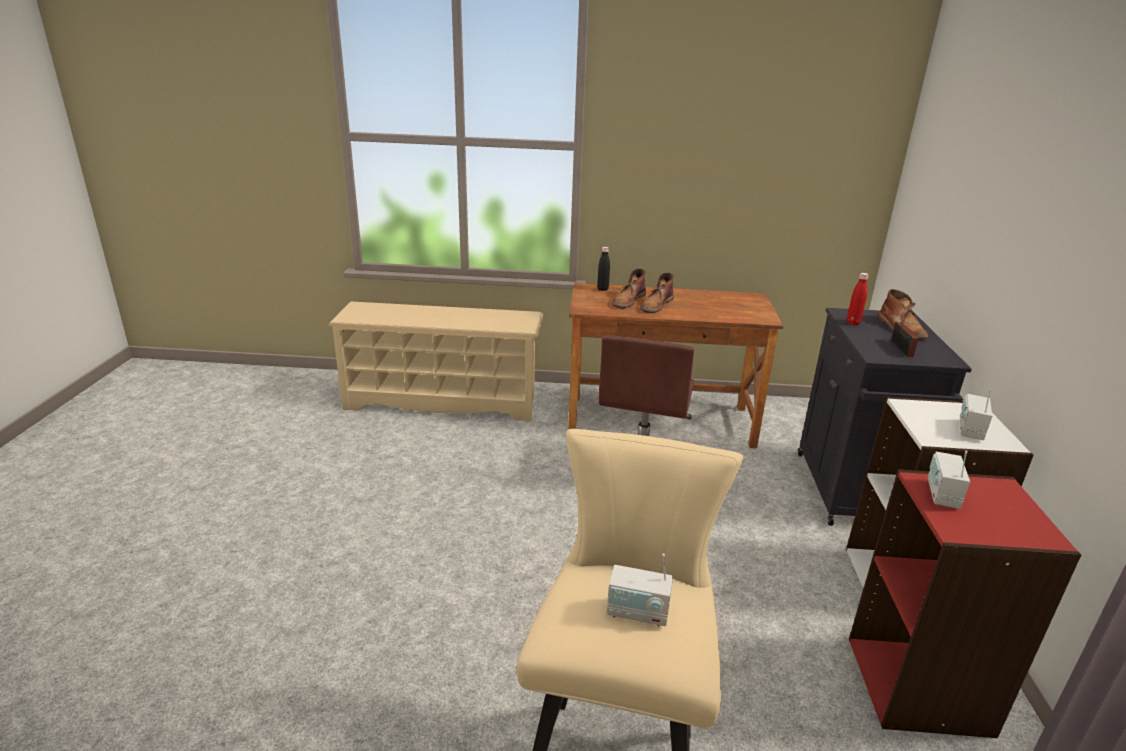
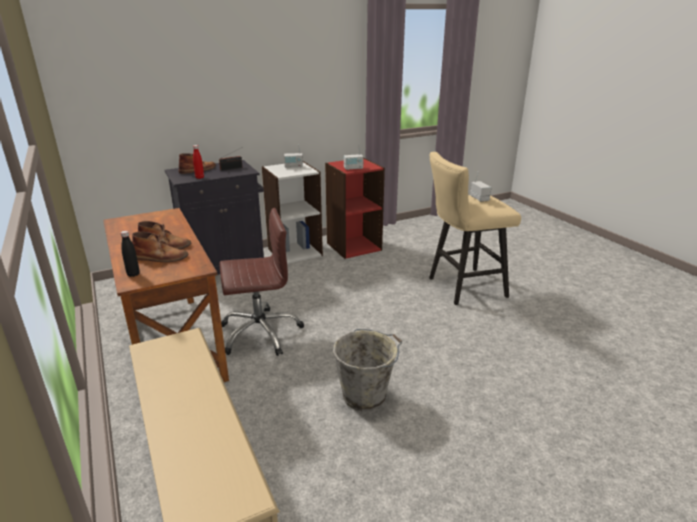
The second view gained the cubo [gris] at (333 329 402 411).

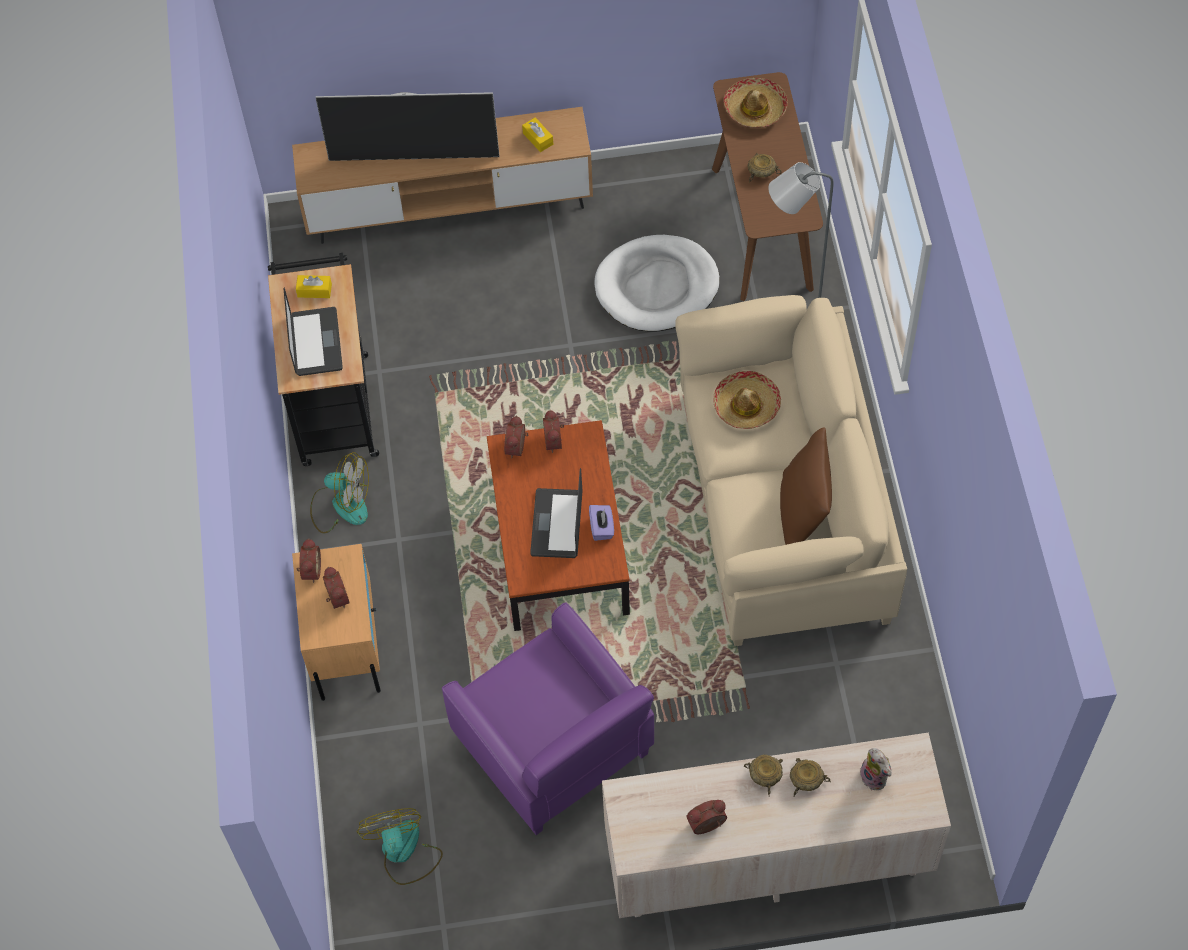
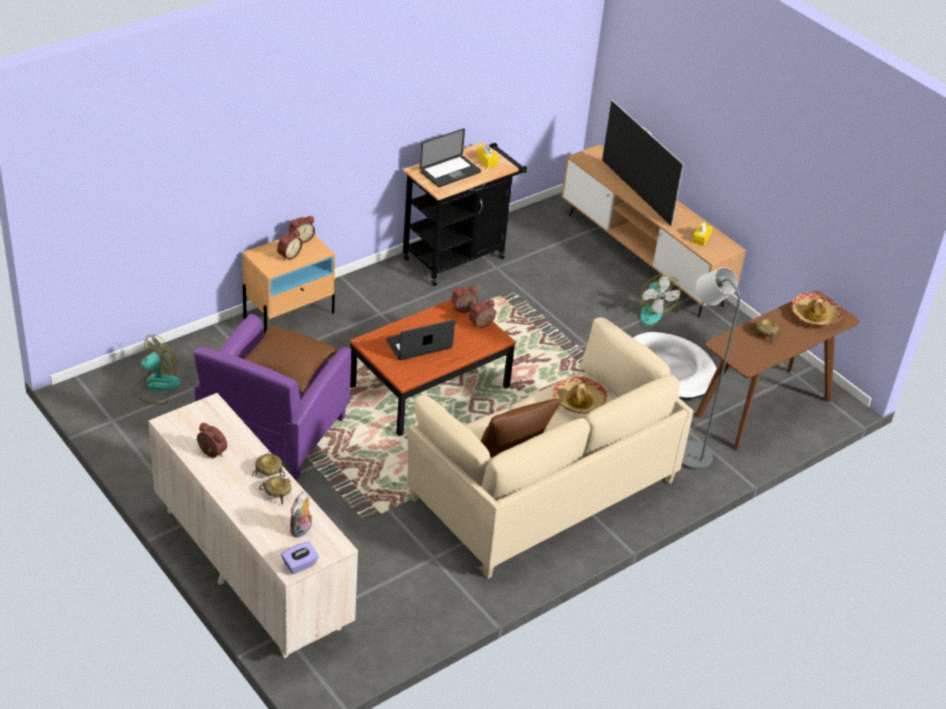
The ventilador ended up elsewhere, having gone from (310 452 369 534) to (623 275 681 326).
The caja de pañuelos [morado] ended up elsewhere, having gone from (589 505 614 541) to (281 541 319 574).
The second view gained the cojín [marrón] at (244 326 337 393).

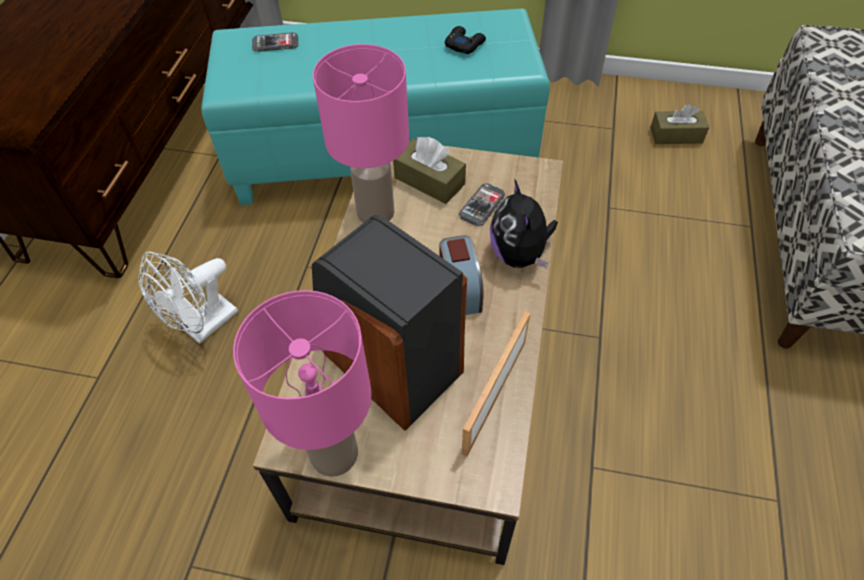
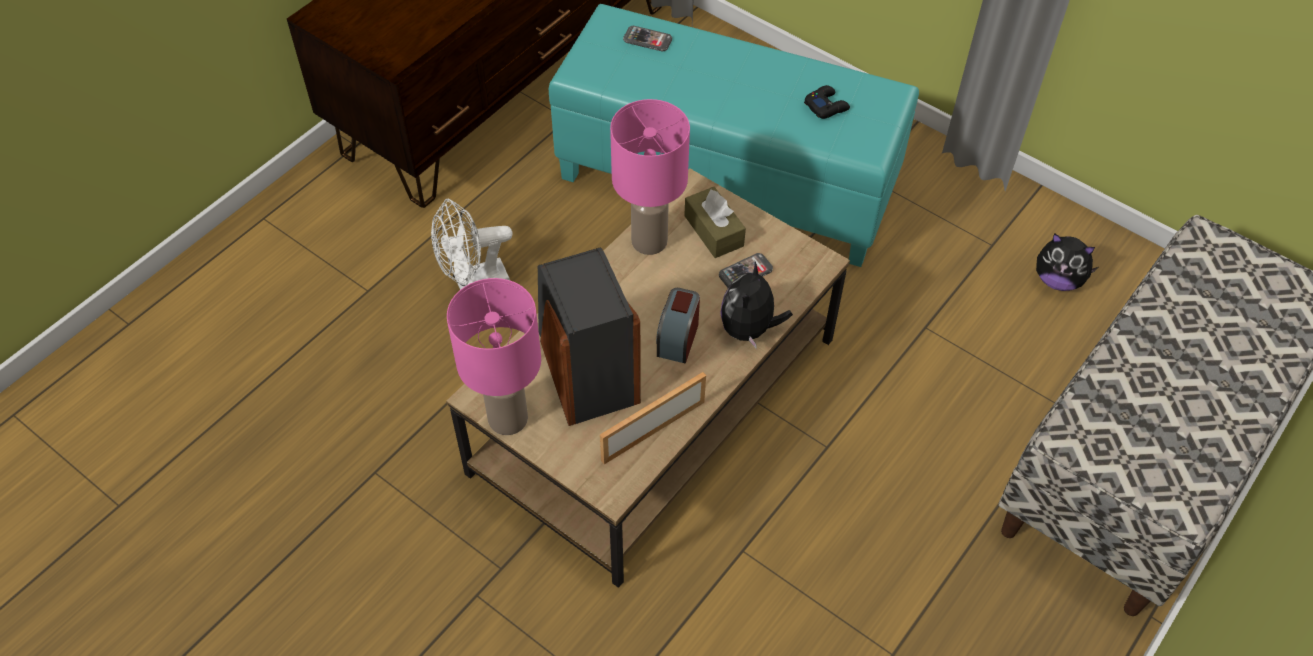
Where the caja de pañuelos [marrón] stood at (650 104 709 144), the peluche came to stand at (1036 233 1098 291).

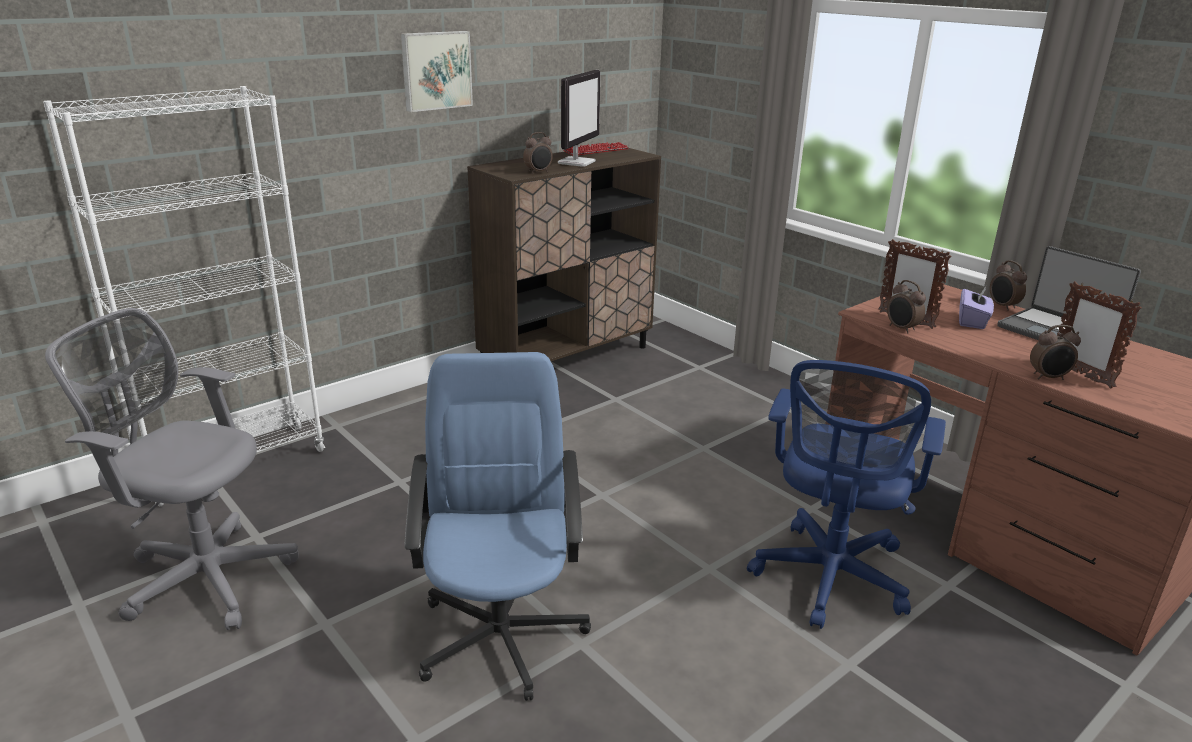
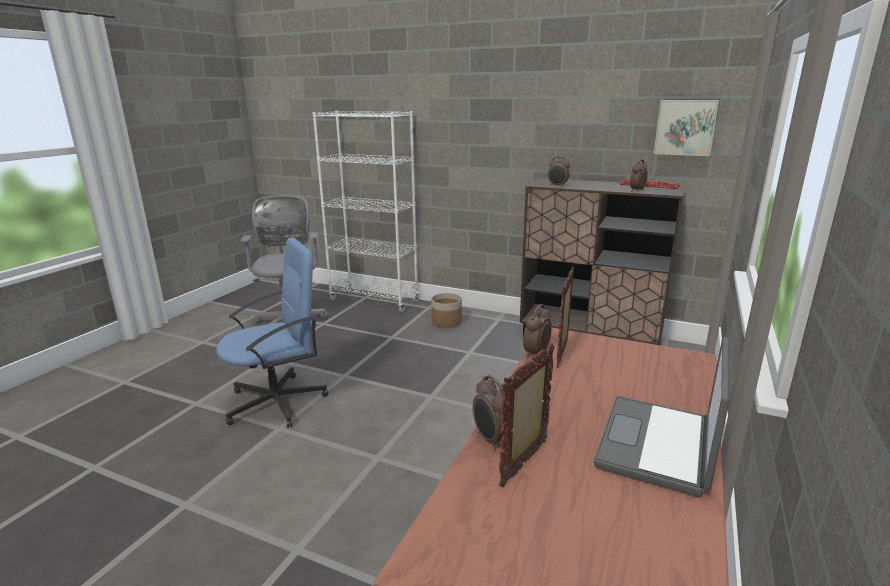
The cuadro ended up elsewhere, having gone from (401 31 473 112) to (654 100 719 156).
The second view lost the monitor at (558 70 600 167).
The despertador ended up elsewhere, having gone from (990 260 1027 311) to (630 160 648 190).
The second view lost the caja de pañuelos [morado] at (959 286 994 329).
The second view lost the silla de oficina [azul] at (747 360 946 629).
The second view gained the maceta at (431 293 462 328).

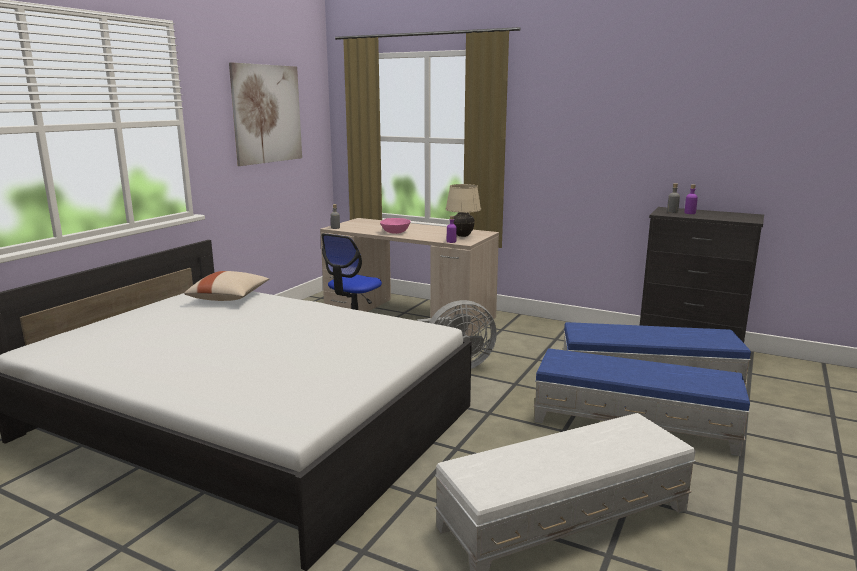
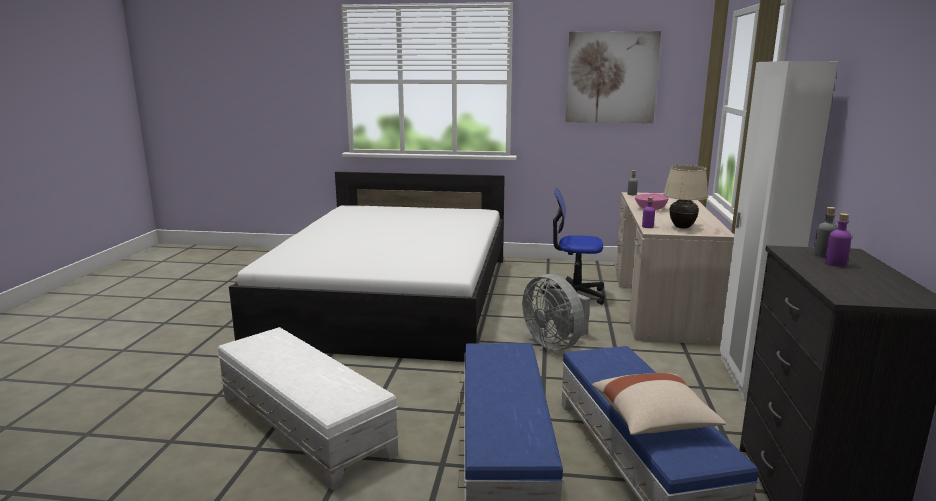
The cojín [beis] ended up elsewhere, having gone from (184 271 269 301) to (592 373 726 435).
The second view gained the armario ropero [blanco] at (720 61 838 401).

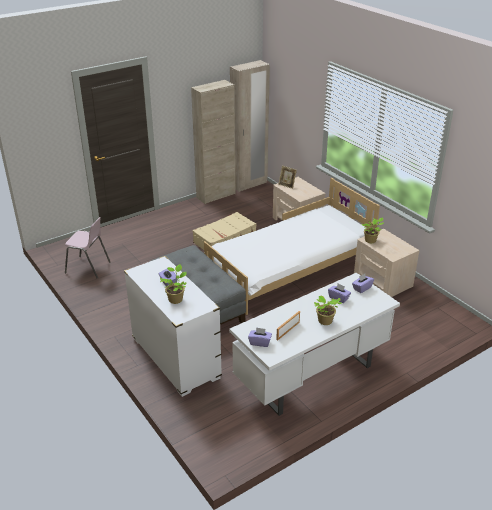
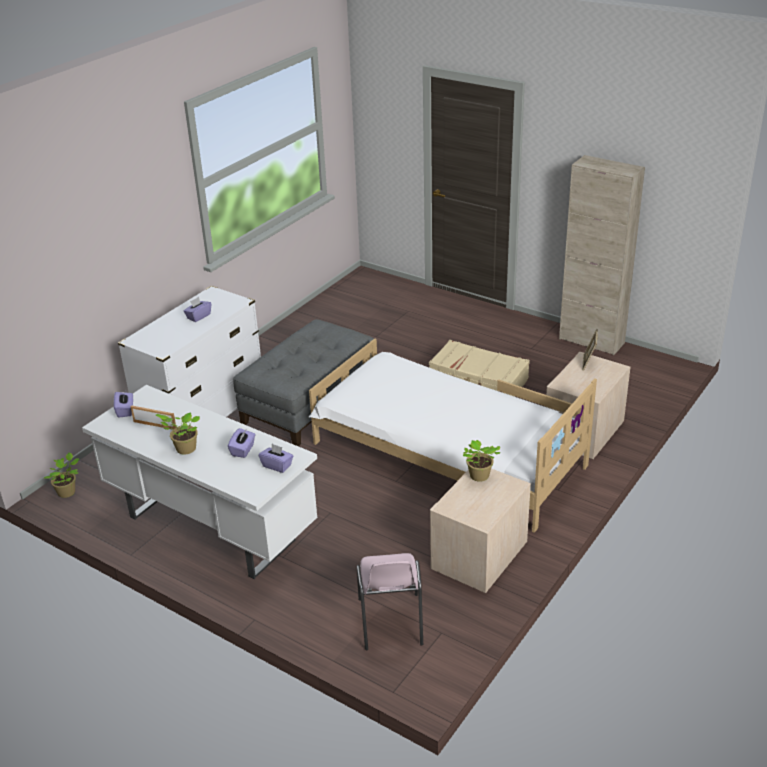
The second view lost the armario ropero [beis] at (230 60 270 192).
The silla [rosa] ended up elsewhere, having gone from (65 217 111 279) to (357 553 423 650).
The planta en maceta ended up elsewhere, having gone from (160 264 187 304) to (44 452 80 498).

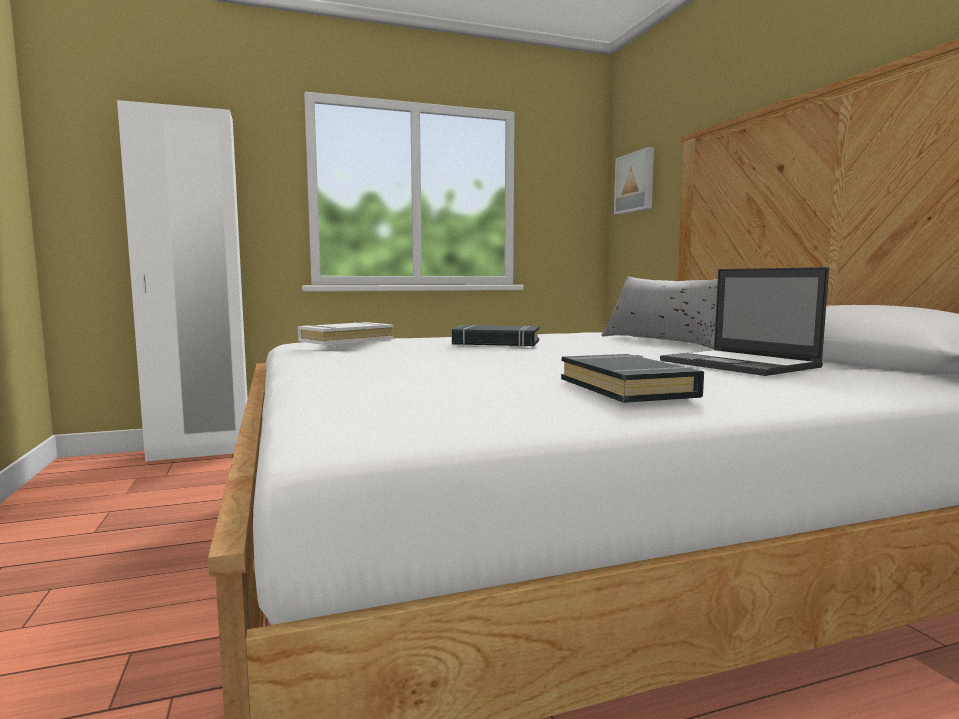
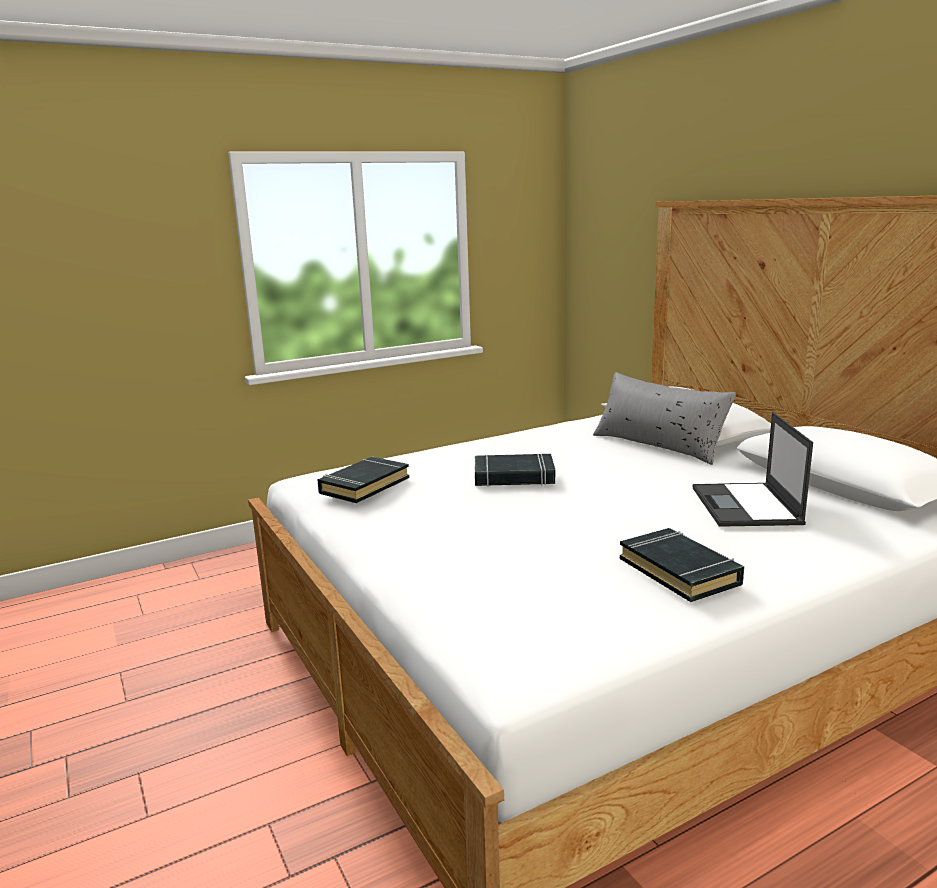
The second view lost the armario ropero [blanco] at (117 100 248 462).
The second view lost the cuadro at (614 147 654 215).
The portátil at (660 267 829 376) ended up facing another way, 45 degrees clockwise from before.
What was the libro [blanco] at (298 322 394 345) turned into the libro [negro] at (317 457 410 503).

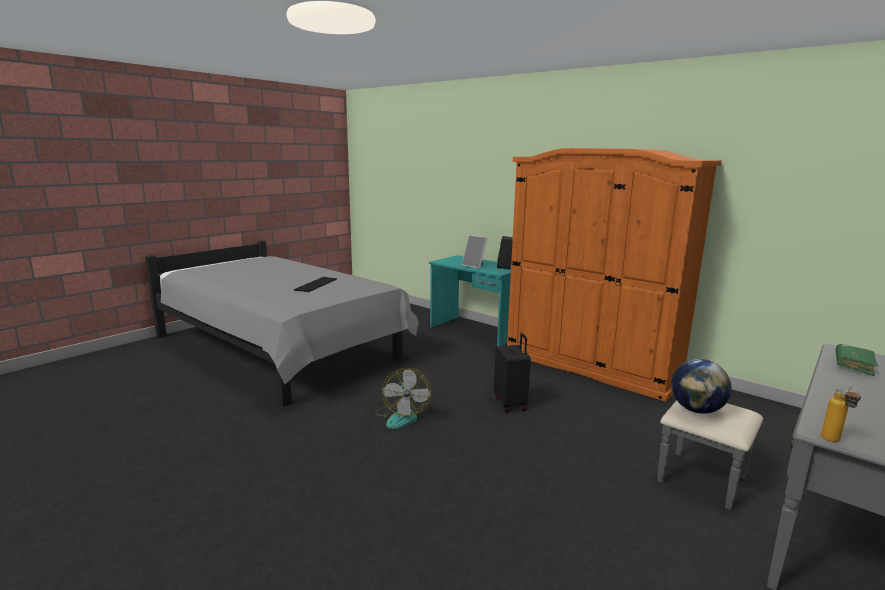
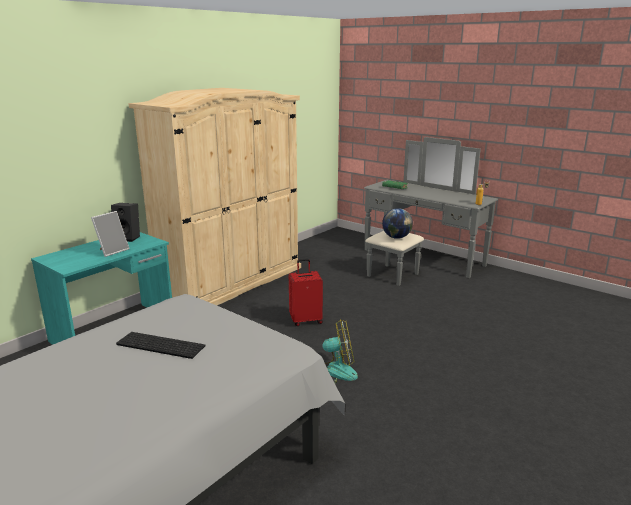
What was the armario ropero [naranja] at (507 148 722 402) turned into the armario ropero [beis] at (128 88 301 305).
What was the maleta [negro] at (494 333 531 412) turned into the maleta [rojo] at (289 259 323 326).

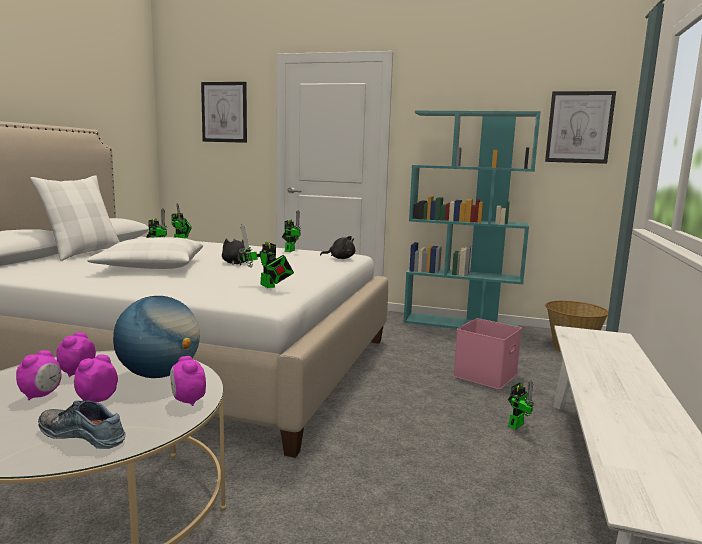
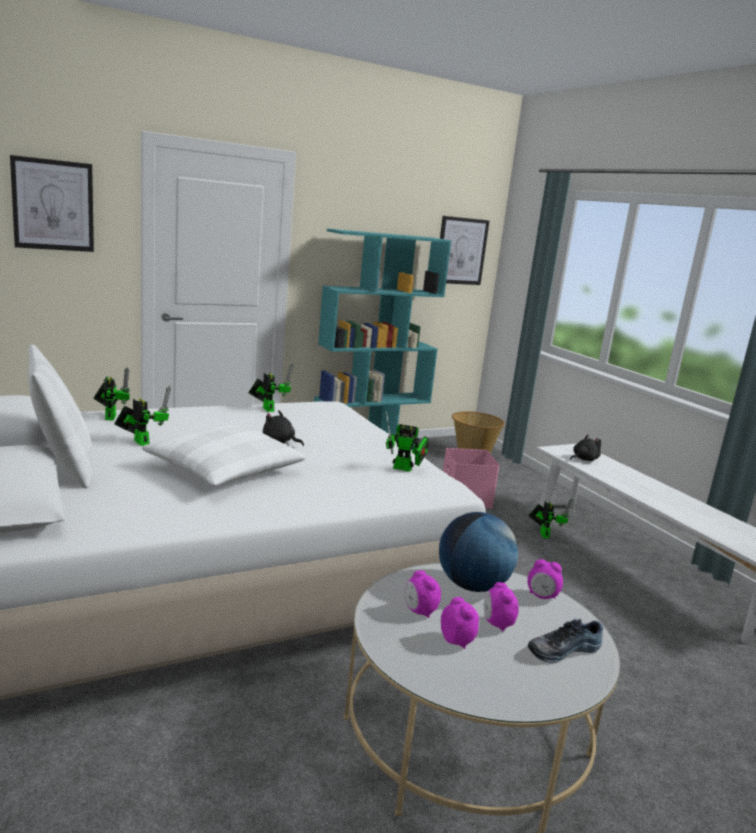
The peluche [negro] ended up elsewhere, having gone from (320 236 355 259) to (570 435 601 461).

